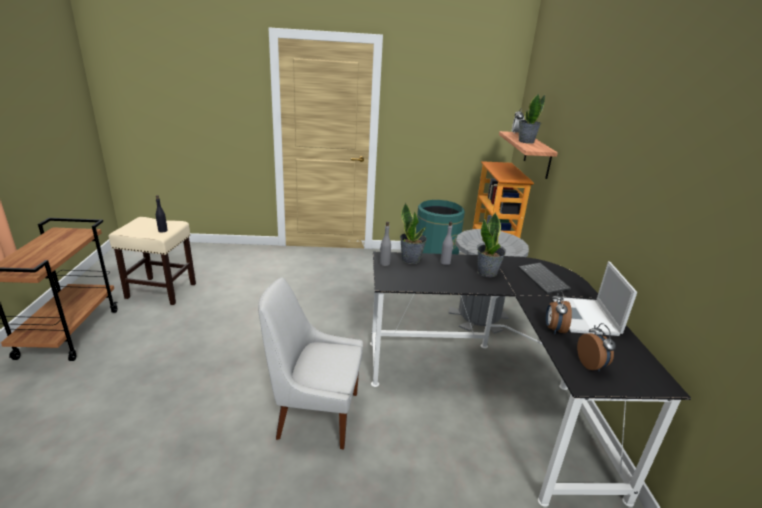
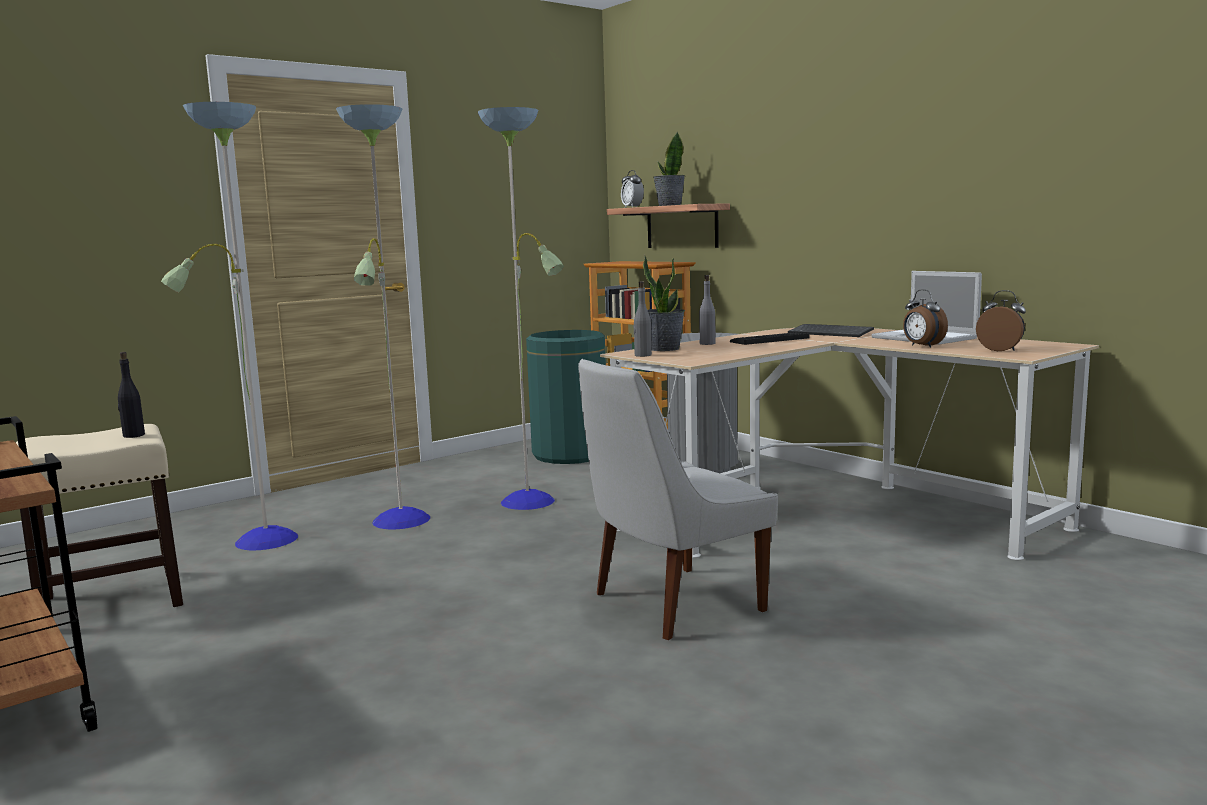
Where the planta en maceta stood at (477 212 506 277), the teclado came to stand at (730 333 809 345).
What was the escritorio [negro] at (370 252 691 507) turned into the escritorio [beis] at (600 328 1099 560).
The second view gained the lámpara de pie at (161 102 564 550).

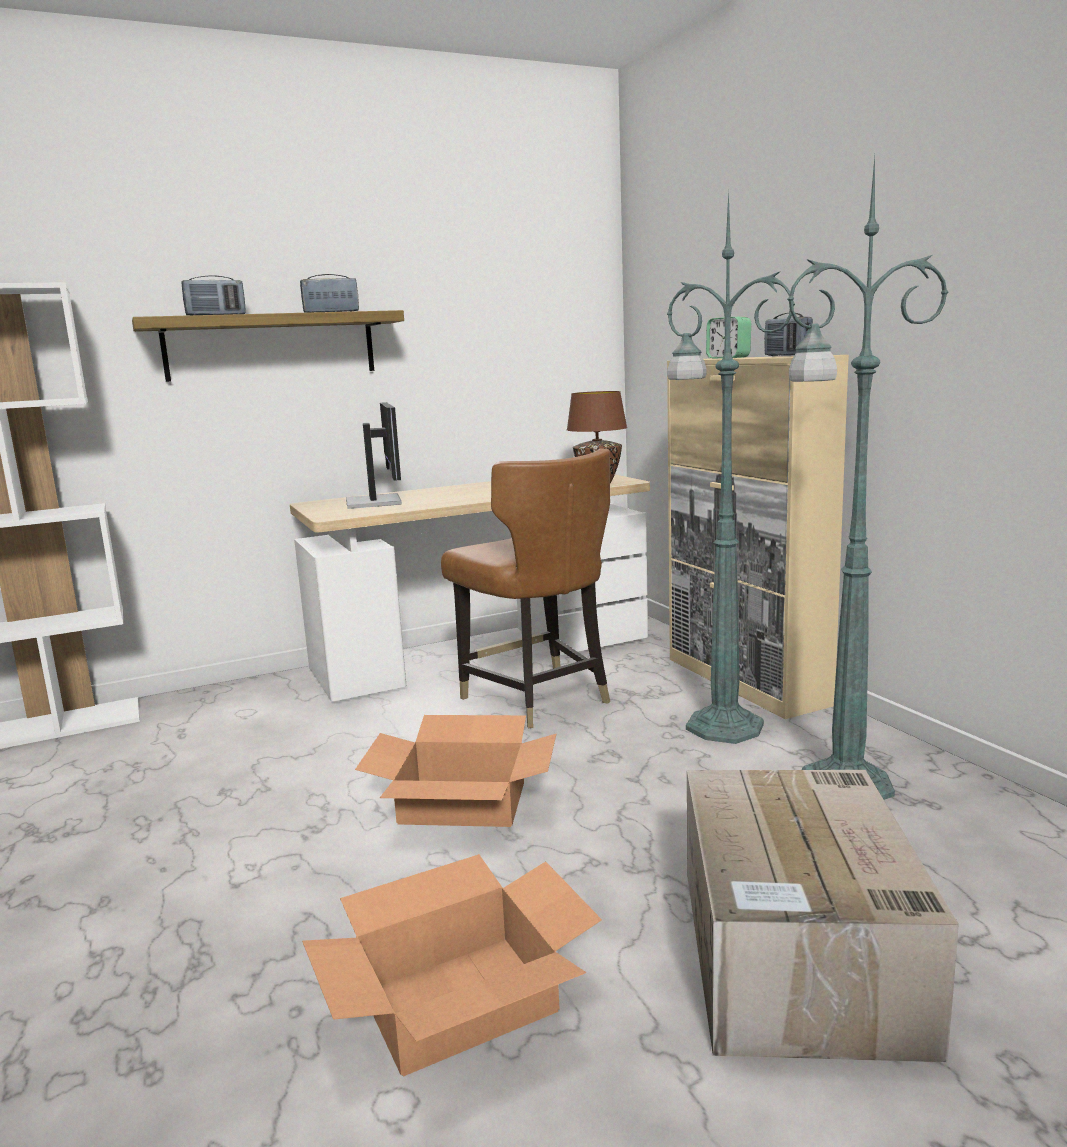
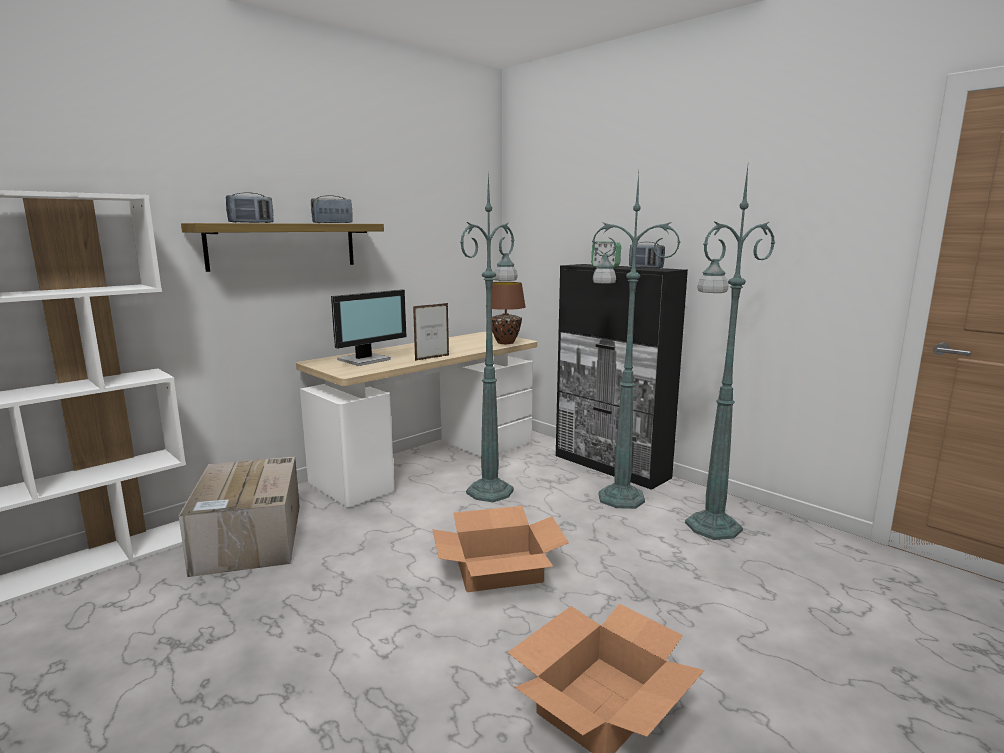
What was the armario [beis] at (667 355 849 719) turned into the armario [negro] at (556 264 688 490).
The monitor at (346 402 402 509) ended up facing another way, 75 degrees clockwise from before.
Where the silla [marrón] stood at (441 448 610 728), the lámpara de pie [verde] came to stand at (460 172 517 502).
The caja de cartón ended up elsewhere, having gone from (687 770 959 1063) to (179 457 300 577).
The second view gained the portarretratos at (413 303 449 361).

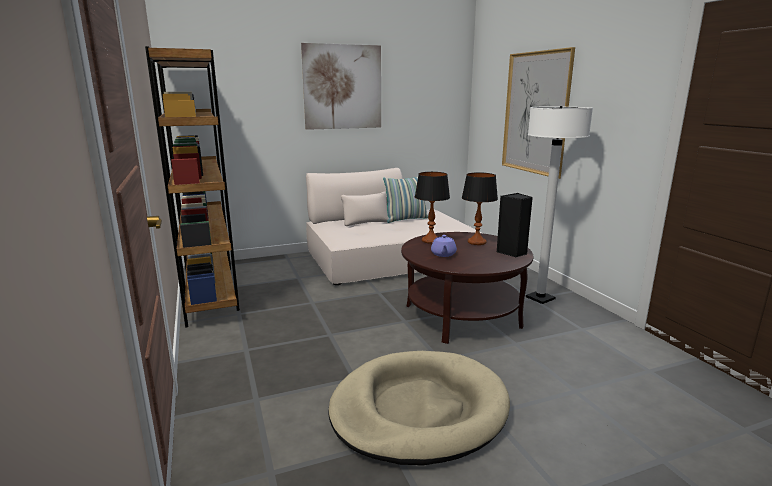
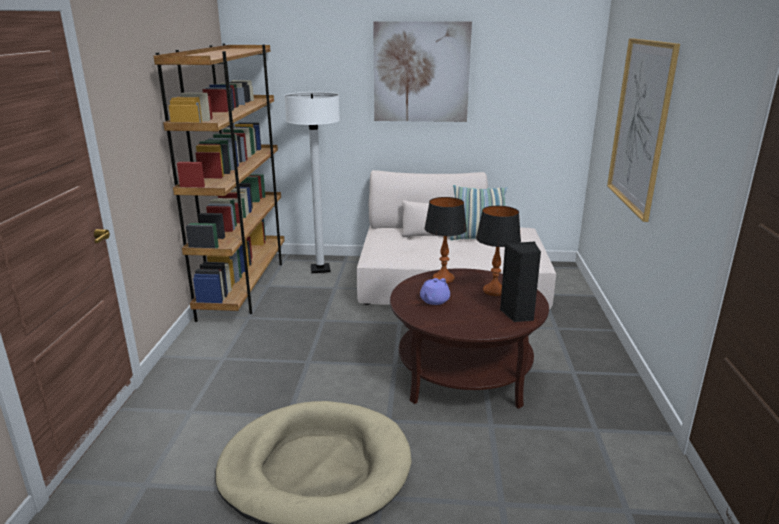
The lámpara de pie [blanco] ended up elsewhere, having gone from (526 106 593 304) to (285 92 340 273).

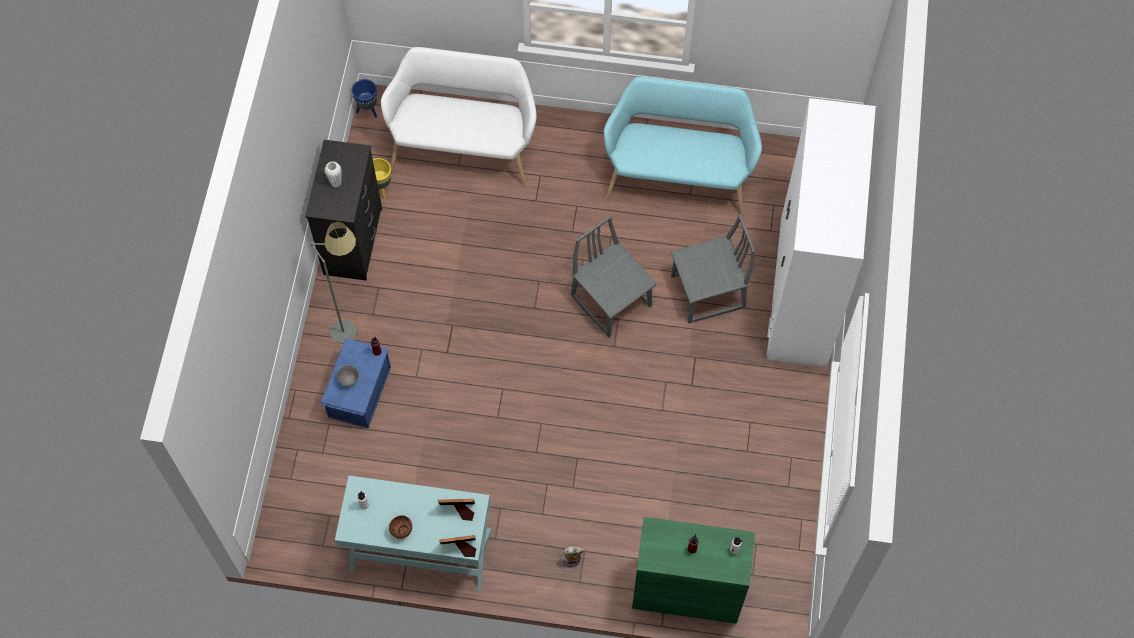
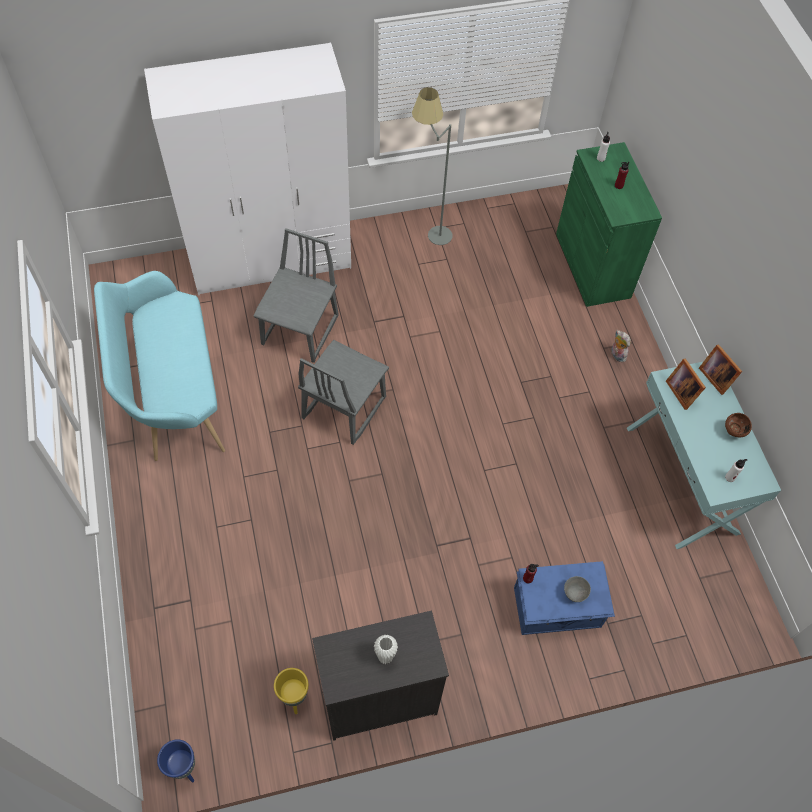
The second view lost the banco [blanco] at (381 47 537 187).
The silla [gris] at (671 215 755 324) ended up facing another way, 60 degrees clockwise from before.
The lámpara de pie [gris] ended up elsewhere, having gone from (311 222 356 344) to (412 87 453 245).

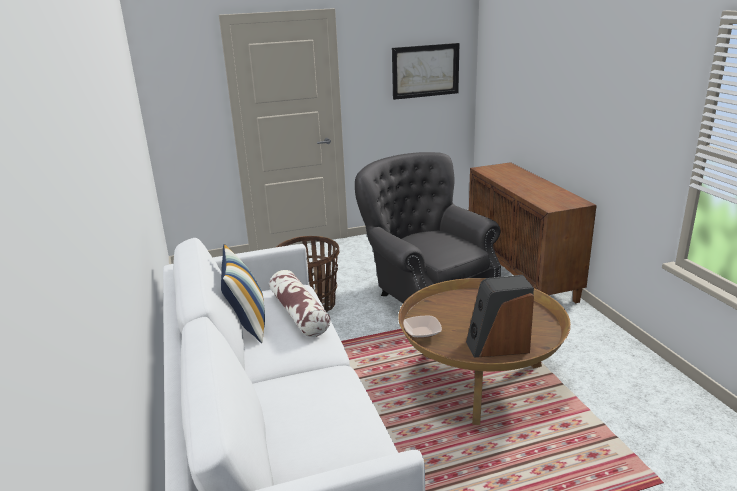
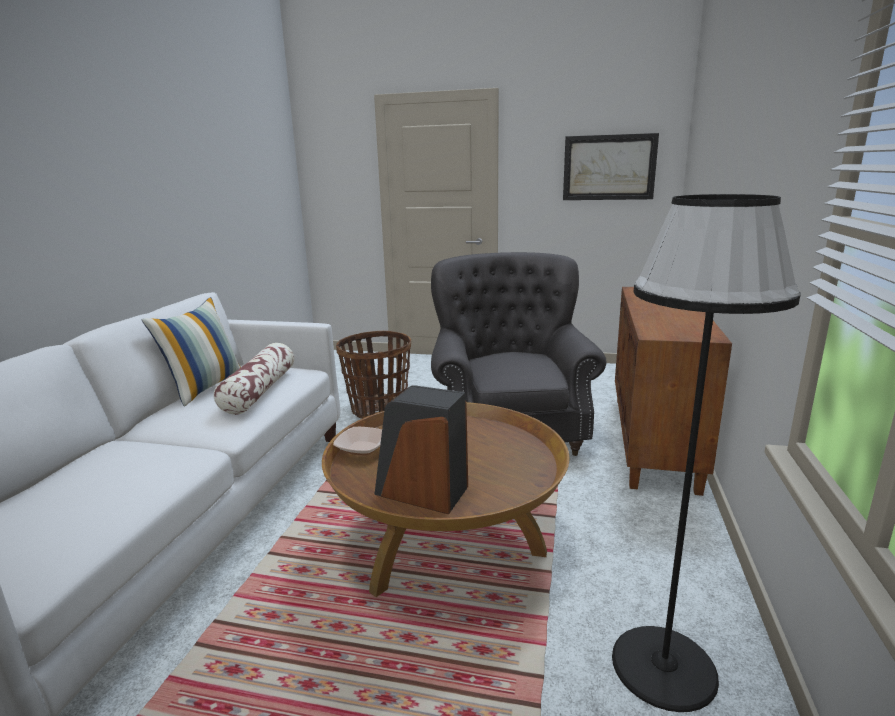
The second view gained the lámpara de pie [negro] at (612 194 801 712).

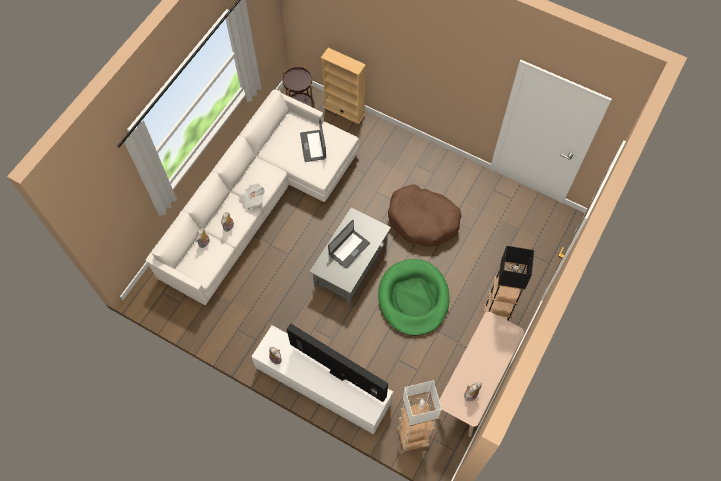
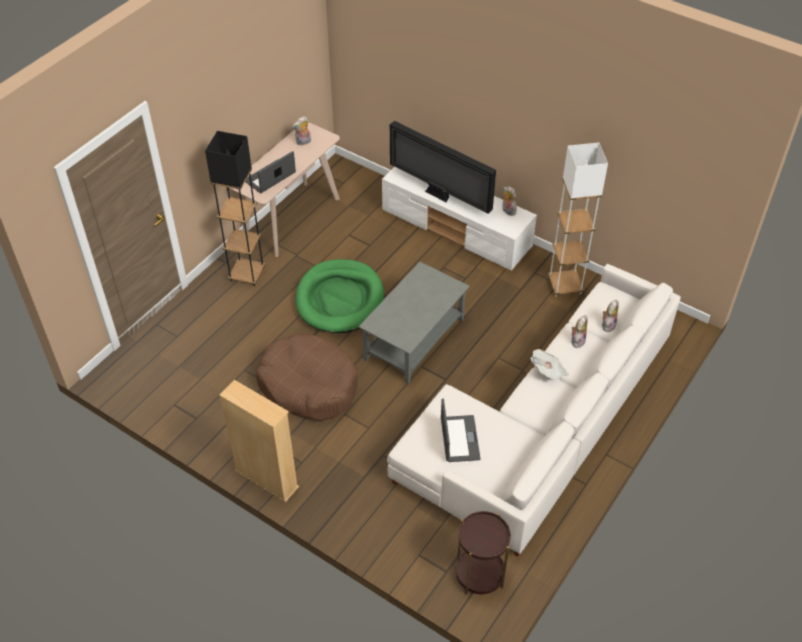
The estantería [beis] ended up elsewhere, having gone from (321 48 366 124) to (219 380 299 502).
The portátil ended up elsewhere, having gone from (328 220 370 268) to (245 151 296 193).
The lámpara de pie [blanco] ended up elsewhere, having gone from (397 380 442 452) to (548 143 608 297).

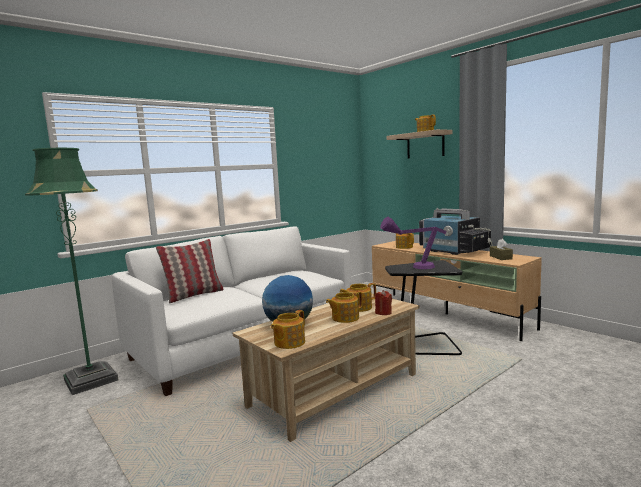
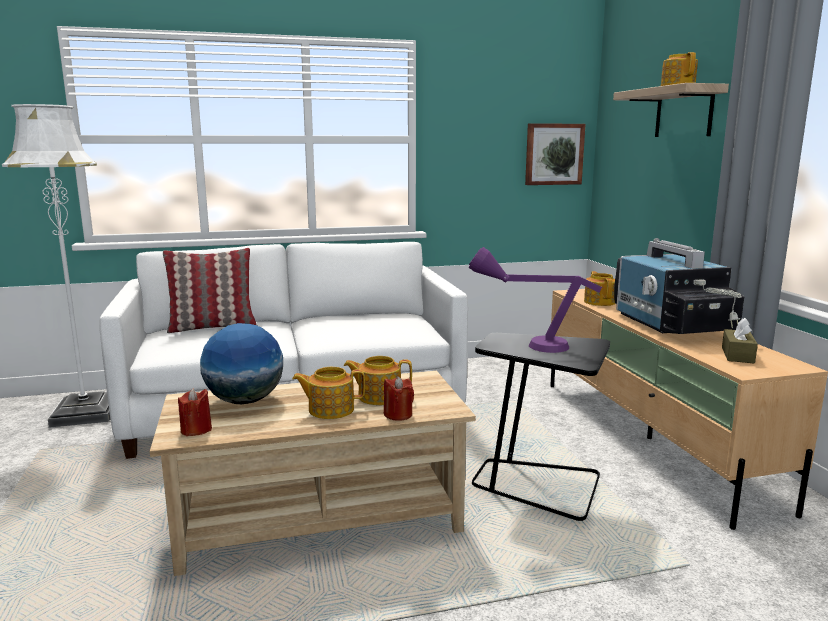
What was the lámpara de pie [verde] at (25 148 118 395) turned into the lámpara de pie [blanco] at (2 104 110 428).
Where the tetera stood at (271 310 305 349), the vela [rojo] came to stand at (178 388 212 436).
The second view gained the cuadro at (525 123 586 185).

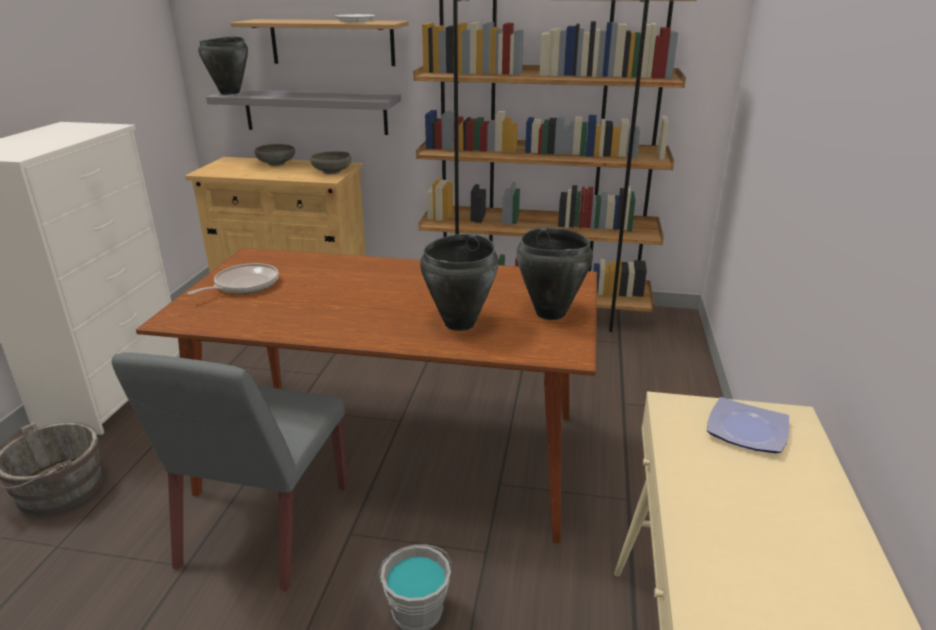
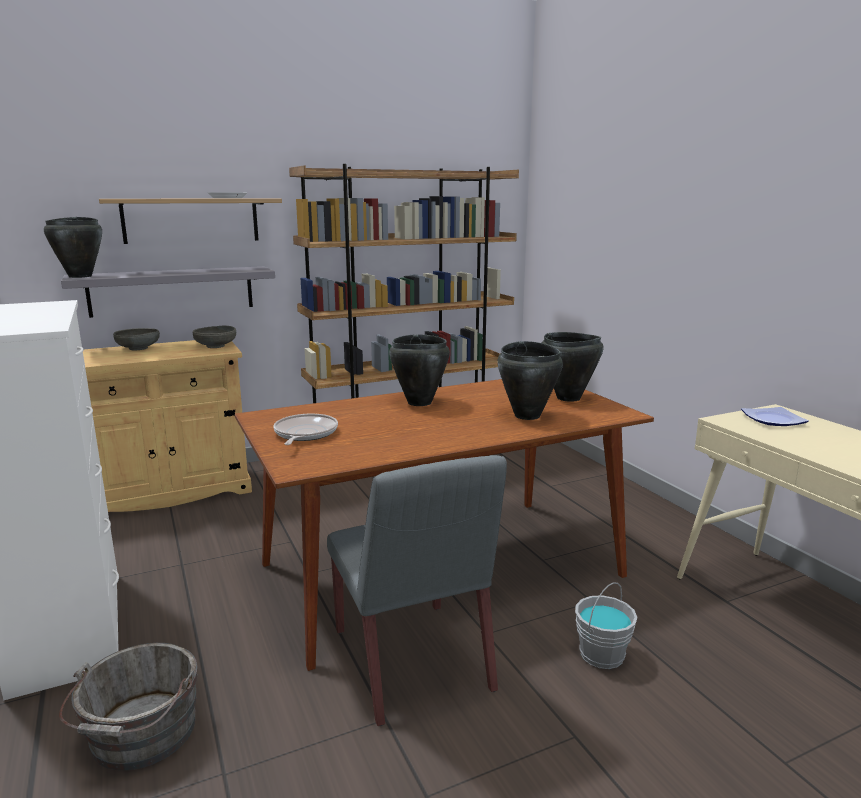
The second view gained the olla [negro] at (389 334 450 406).

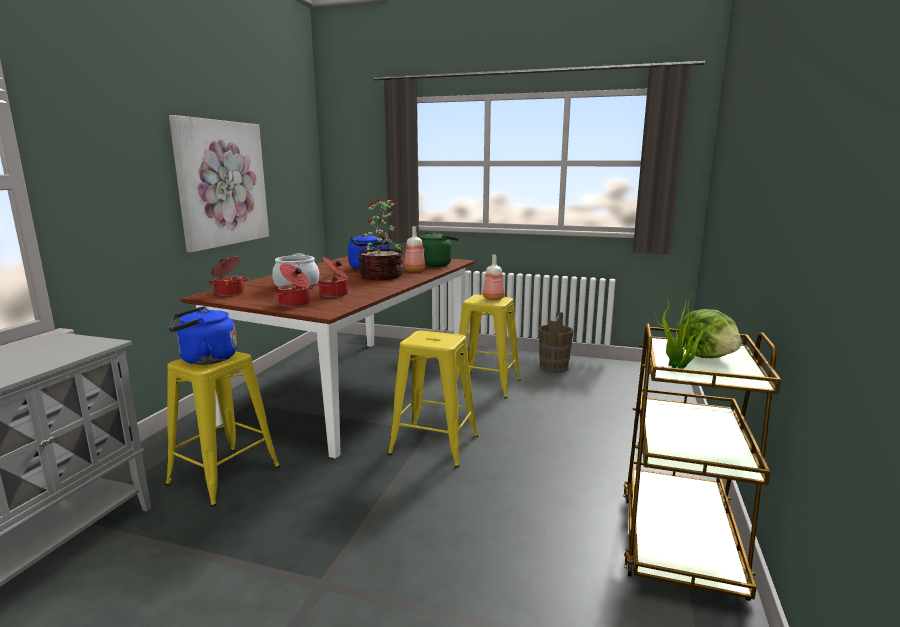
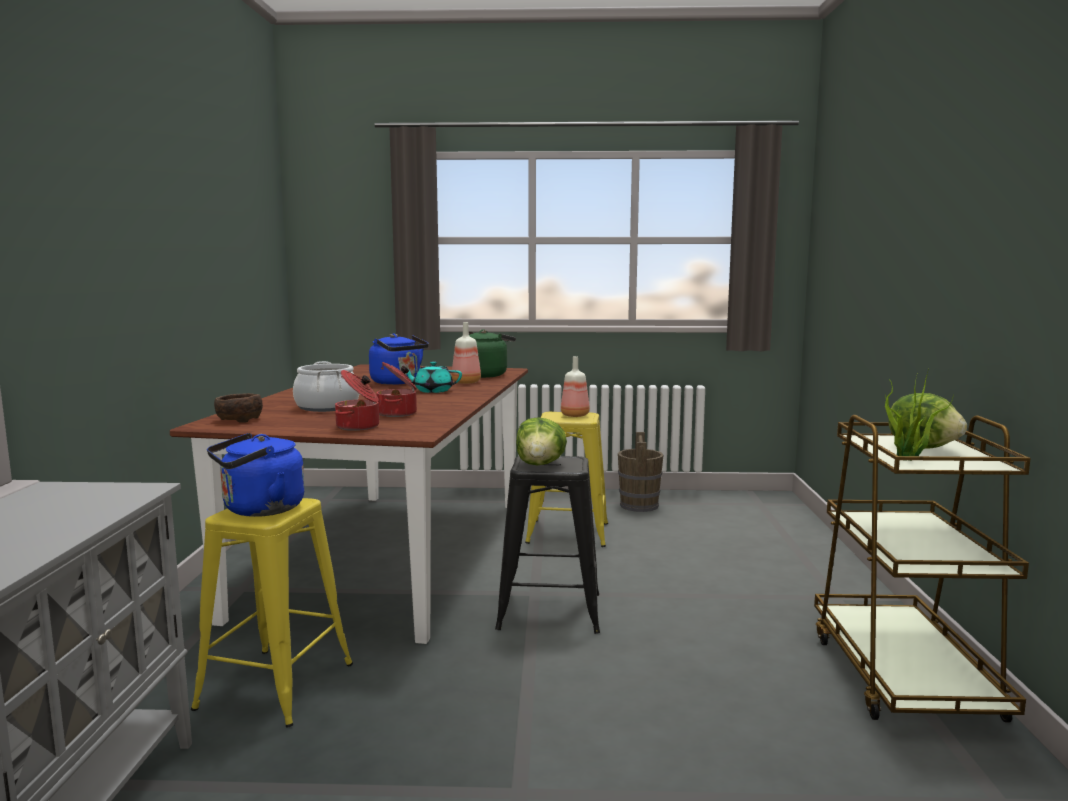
The second view lost the cuadro at (169 115 269 252).
Where the planta en maceta stood at (358 198 404 280), the tetera [turquesa] came to stand at (407 361 462 393).
Where the olla stood at (207 256 249 296), the cuenco [marrón] came to stand at (214 393 263 423).
What was the taburete [amarillo] at (388 330 478 468) turned into the taburete [negro] at (495 456 600 634).
The second view gained the lechuga at (516 417 567 465).

